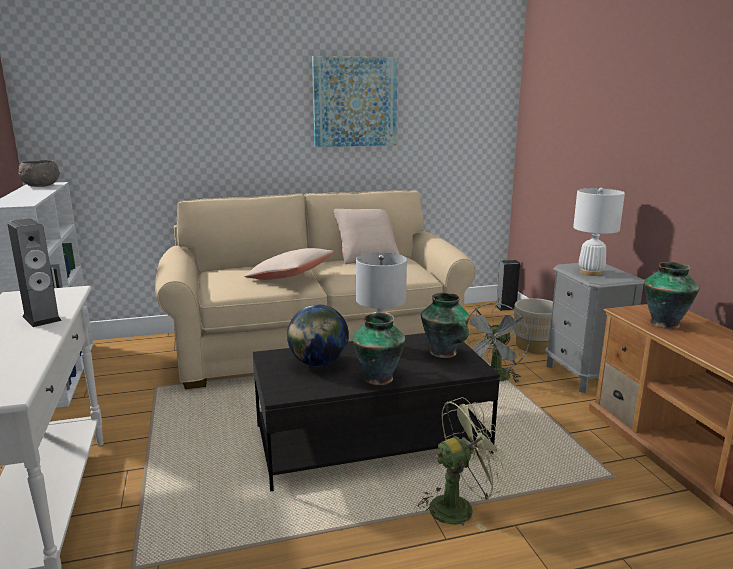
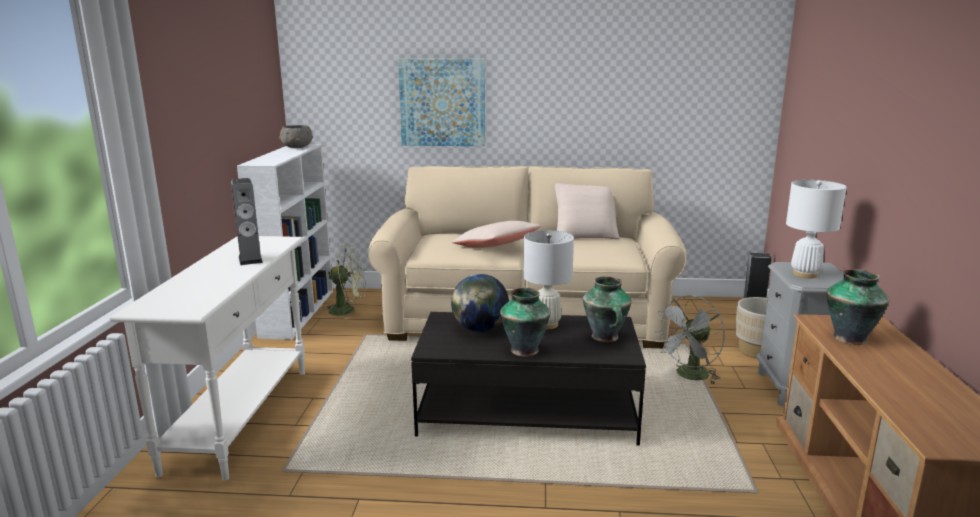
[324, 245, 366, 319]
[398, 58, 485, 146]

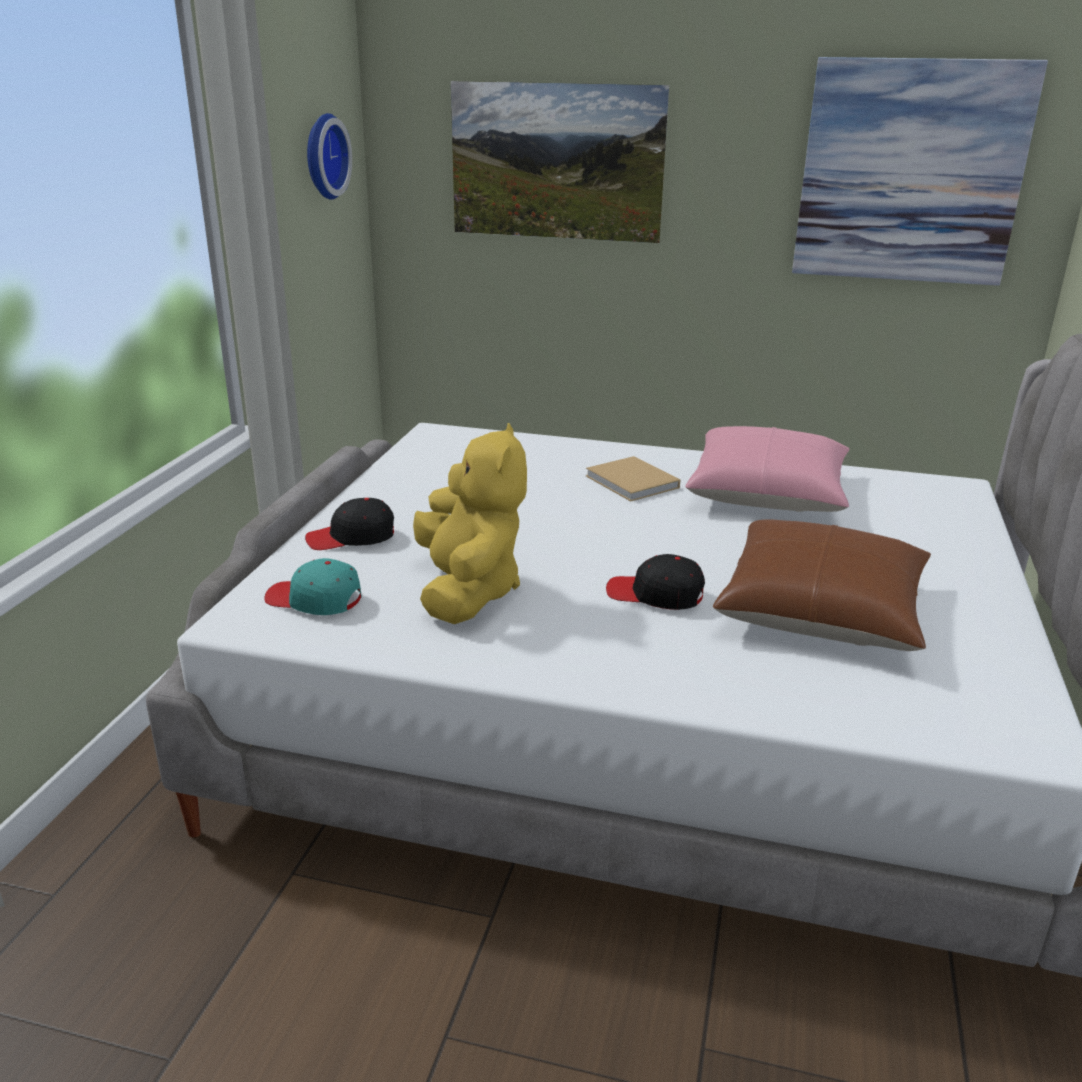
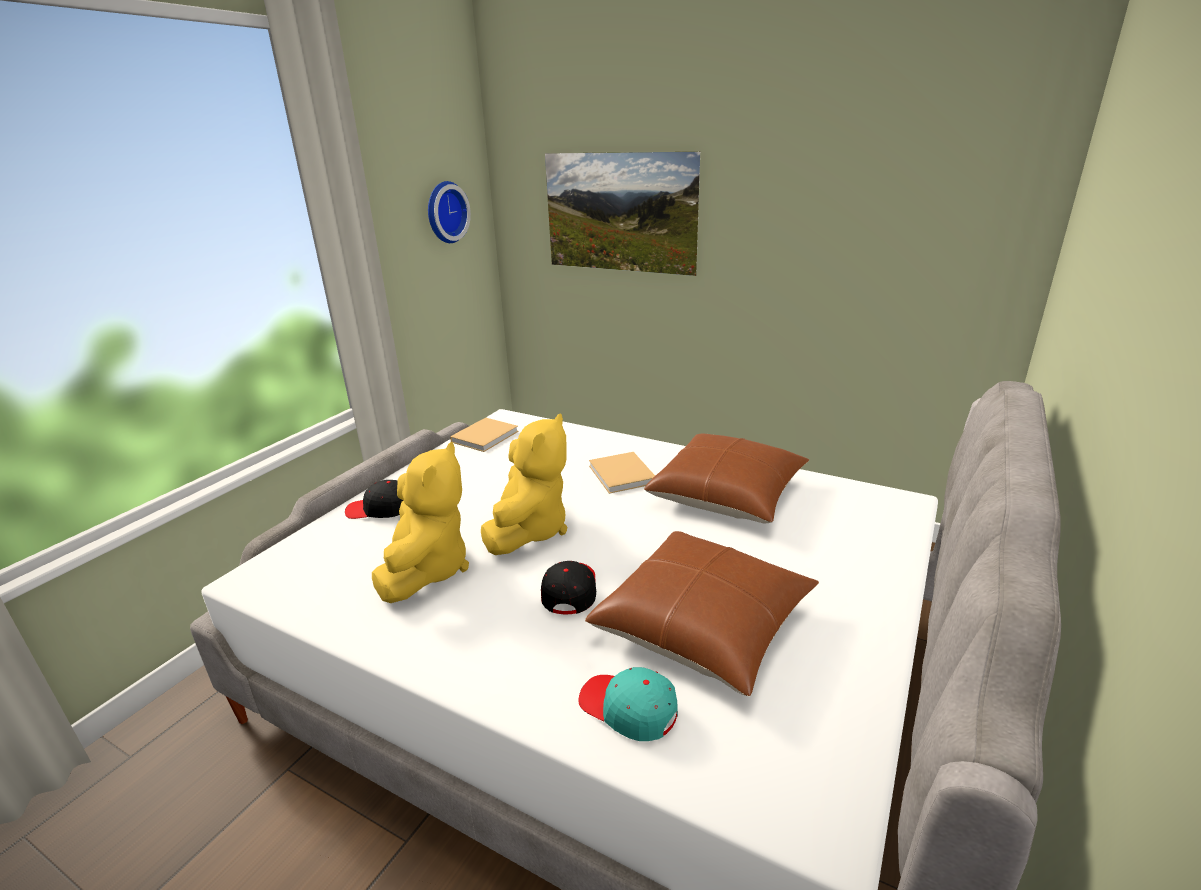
[450, 418, 519, 452]
[481, 414, 567, 555]
[541, 561, 596, 614]
[579, 667, 678, 741]
[644, 433, 809, 523]
[792, 57, 1048, 286] (first image)

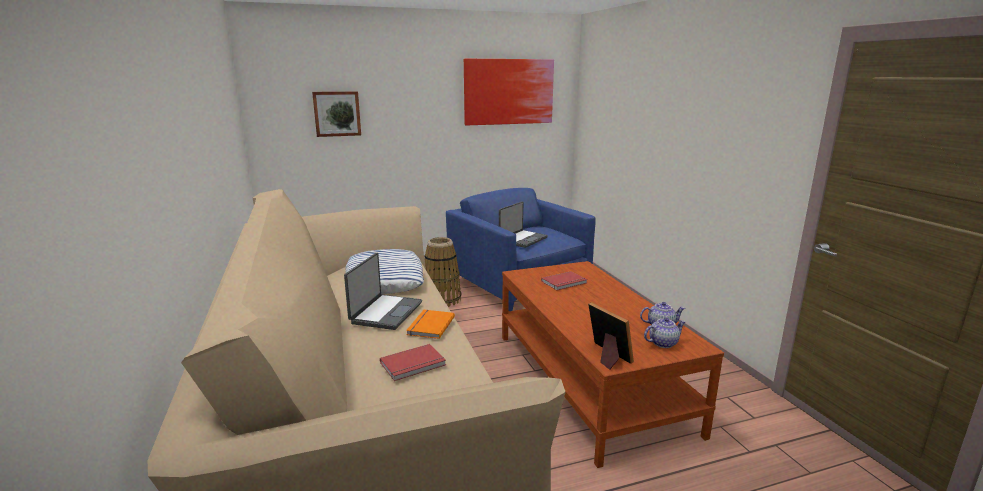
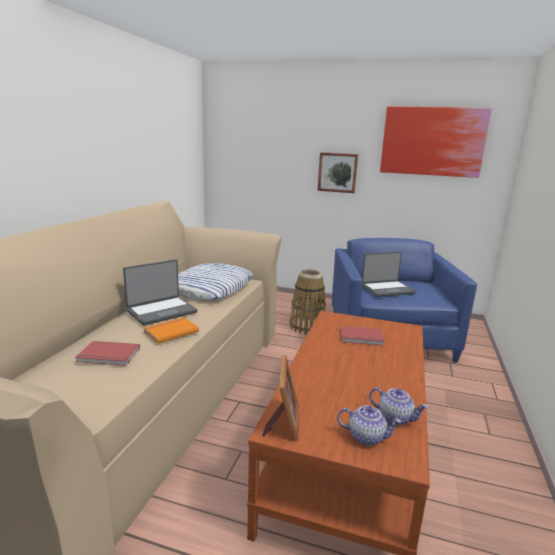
[318, 152, 358, 193]

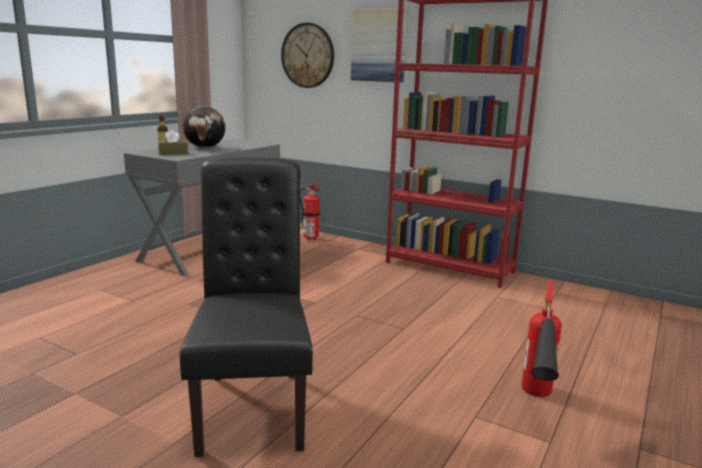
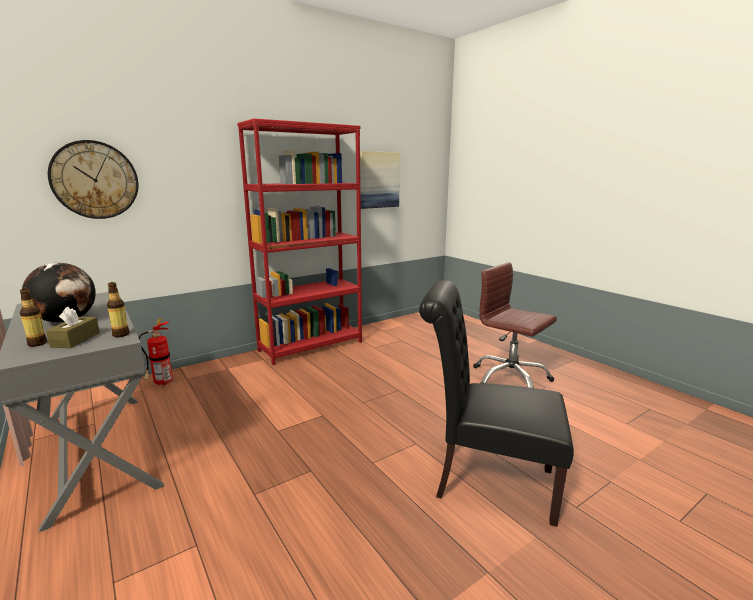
[107, 282, 129, 337]
[360, 151, 400, 209]
[473, 262, 557, 388]

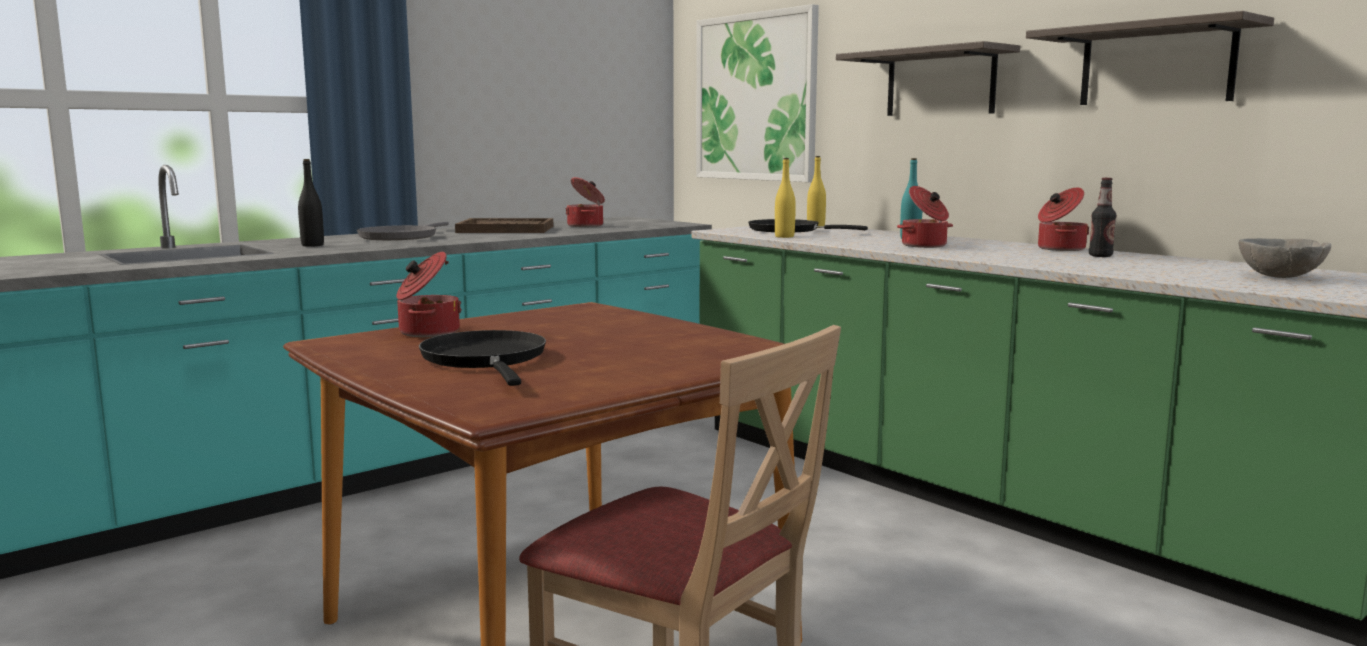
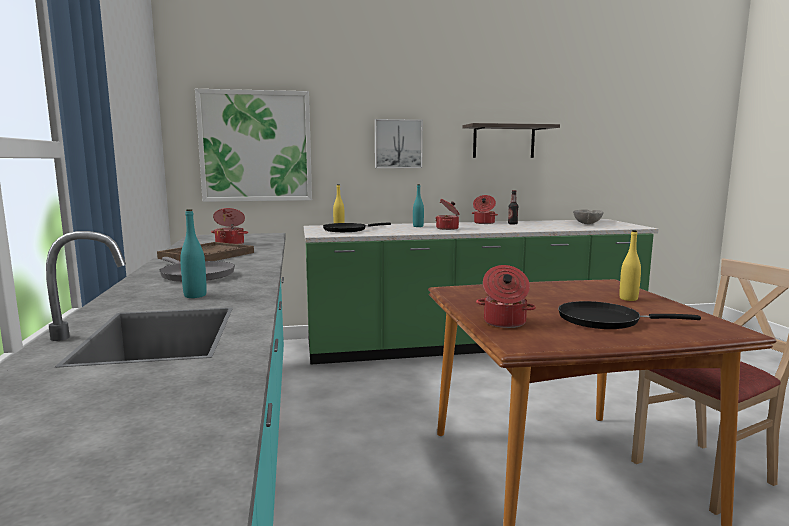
[180, 209, 207, 298]
[375, 119, 423, 168]
[619, 230, 641, 301]

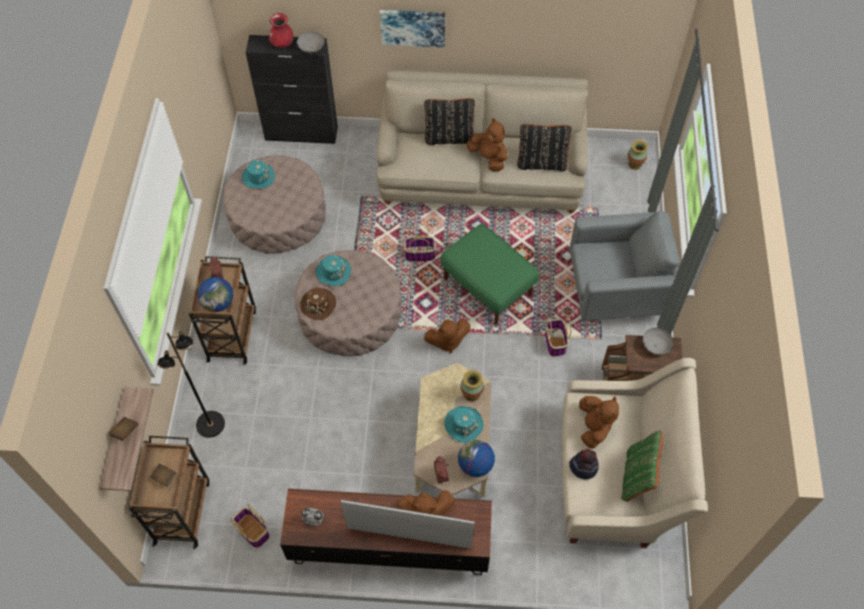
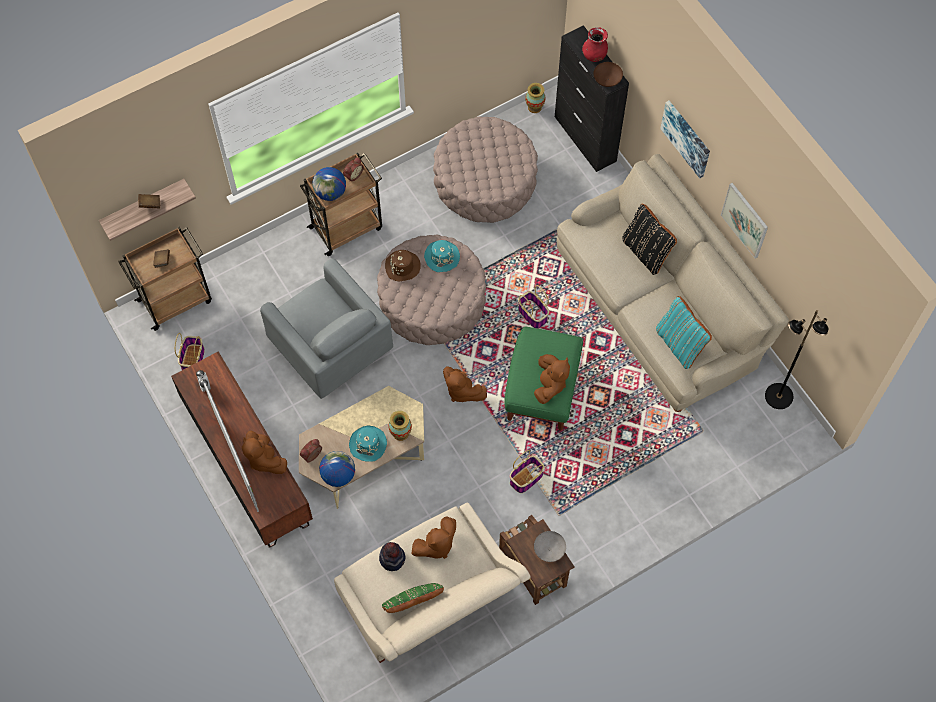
[260, 258, 393, 399]
[525, 83, 546, 113]
[534, 354, 570, 404]
[593, 62, 623, 87]
[656, 296, 712, 369]
[721, 183, 768, 259]
[765, 310, 828, 409]
[242, 160, 275, 188] (first image)

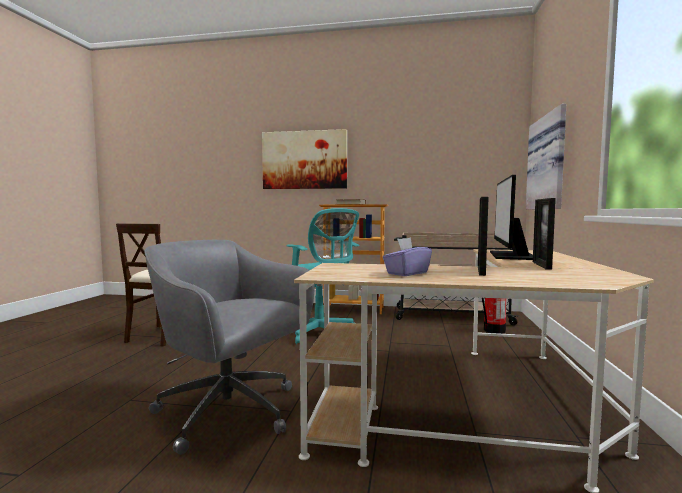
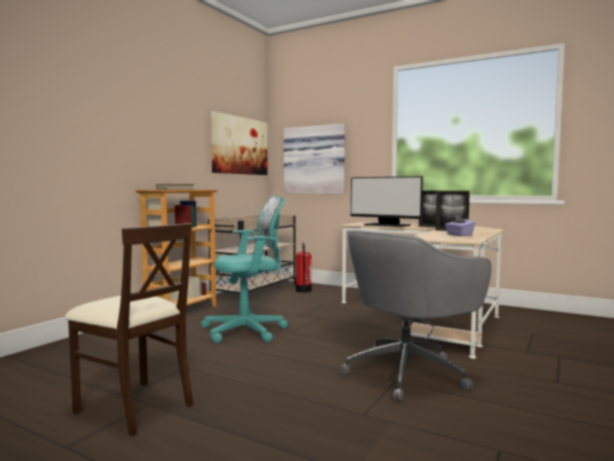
[211, 111, 267, 175]

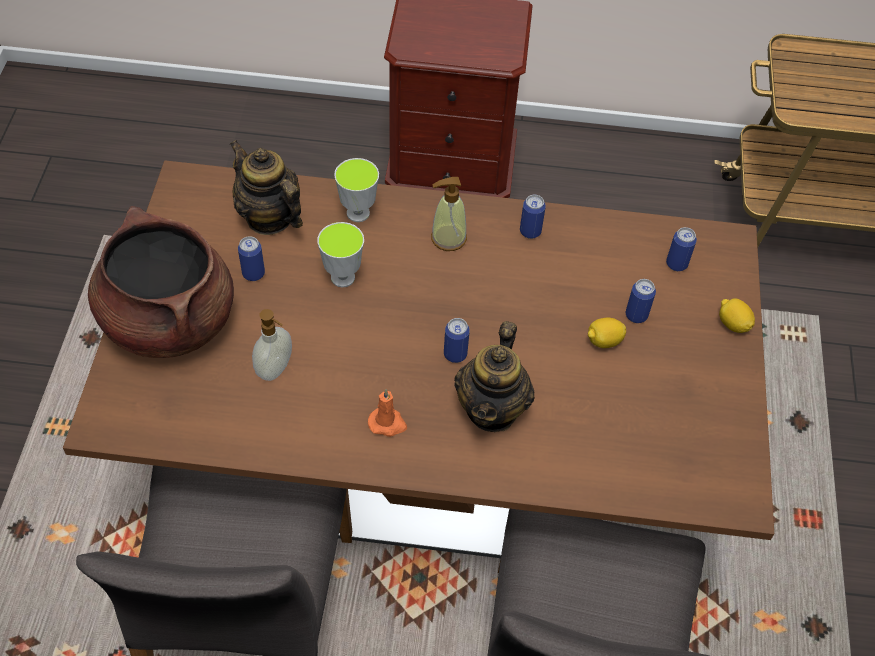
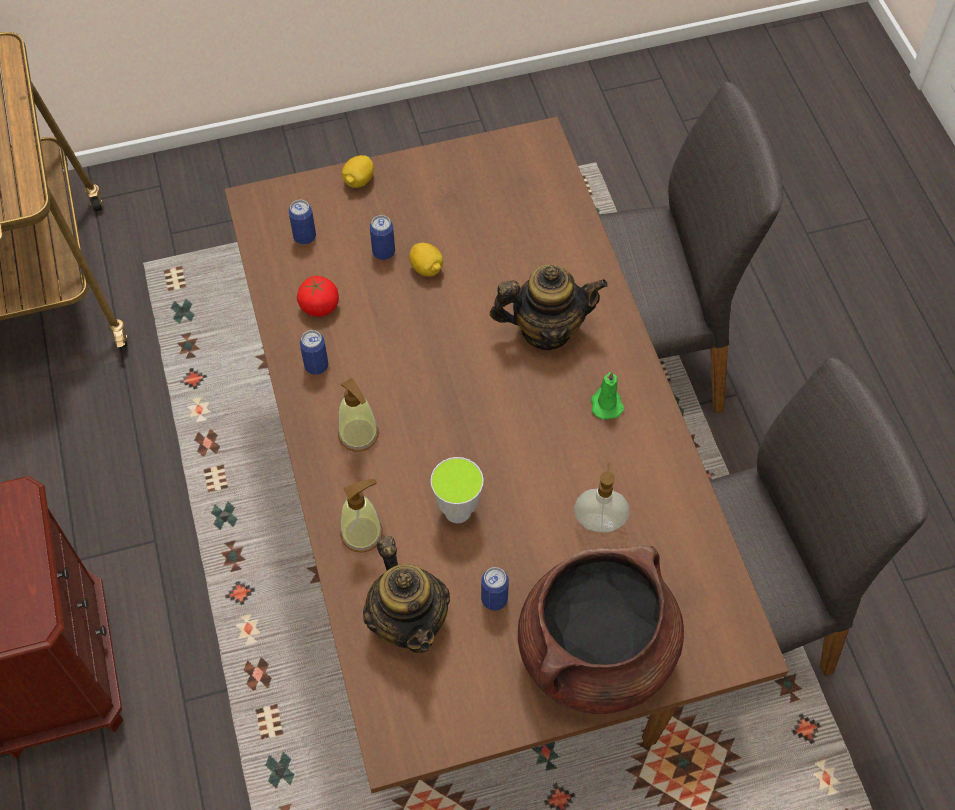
[297, 276, 339, 317]
[340, 479, 383, 553]
[363, 536, 450, 653]
[591, 372, 624, 419]
[444, 318, 470, 363] (first image)

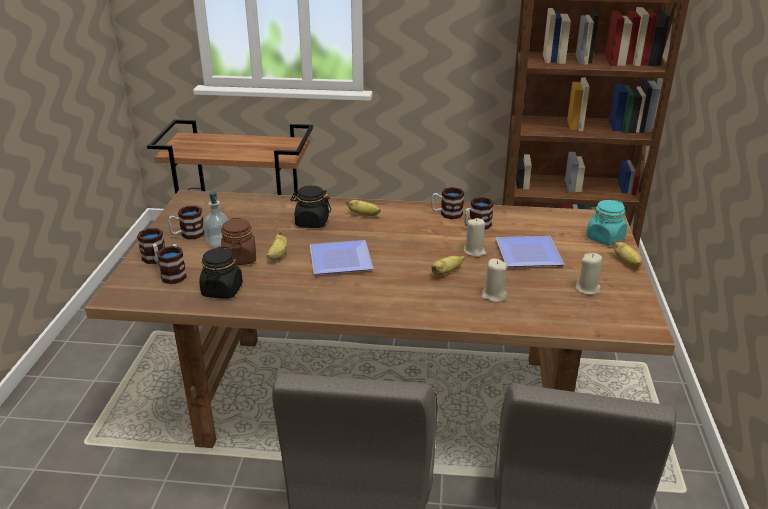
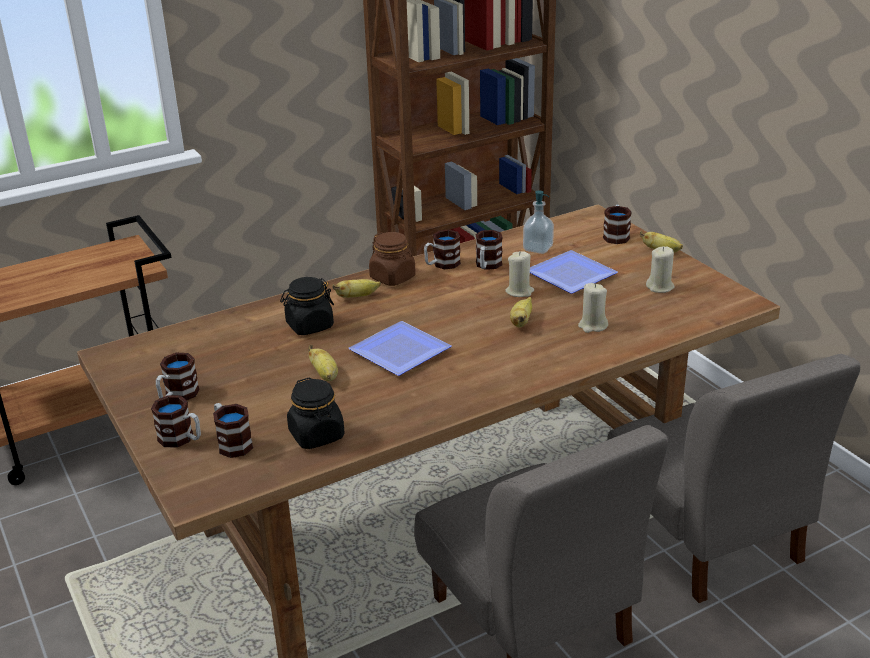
[369, 232, 416, 286]
[523, 190, 554, 254]
[603, 205, 632, 244]

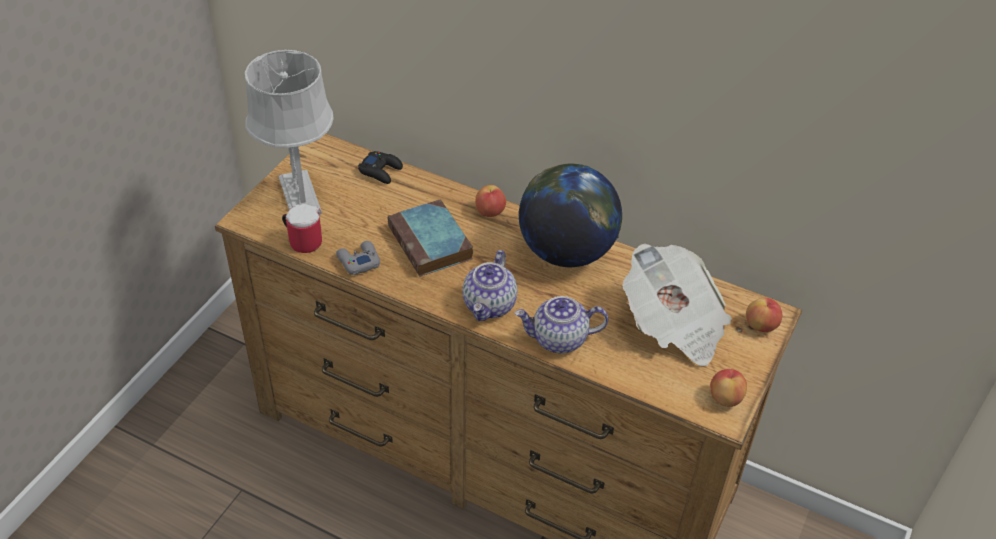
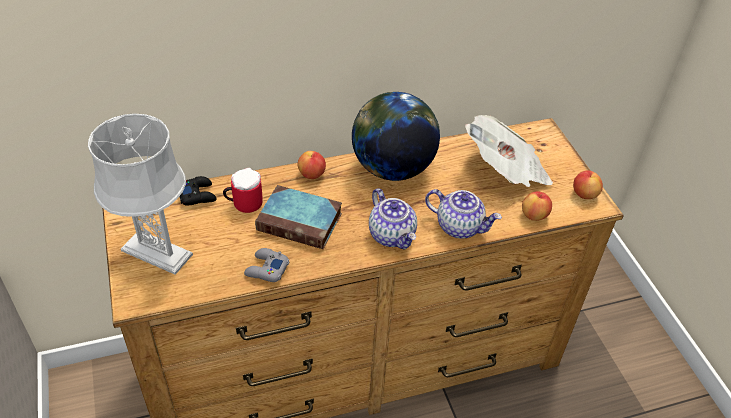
[223, 168, 263, 213]
[425, 189, 502, 238]
[522, 191, 552, 221]

